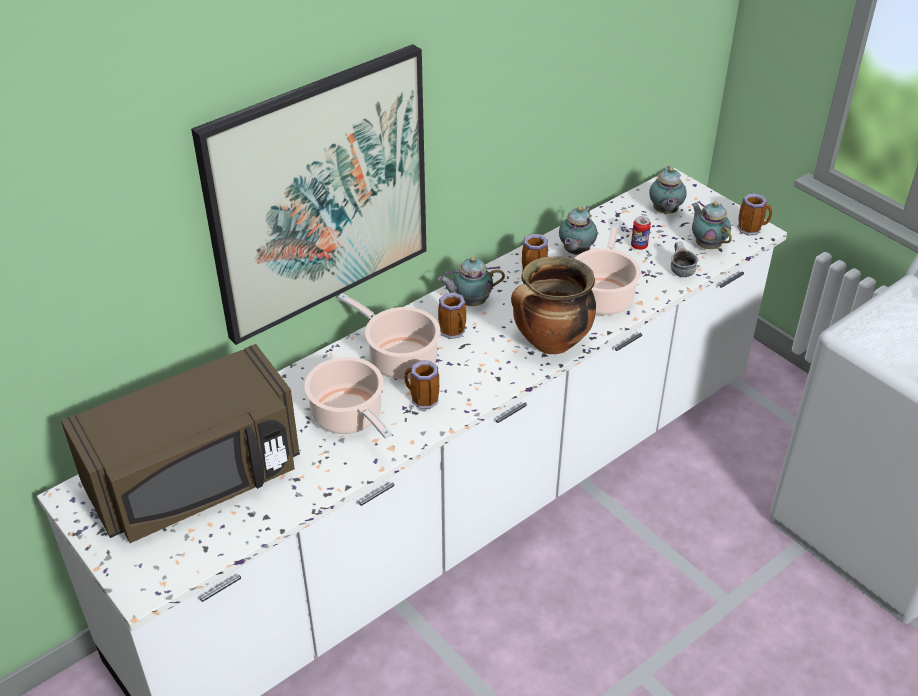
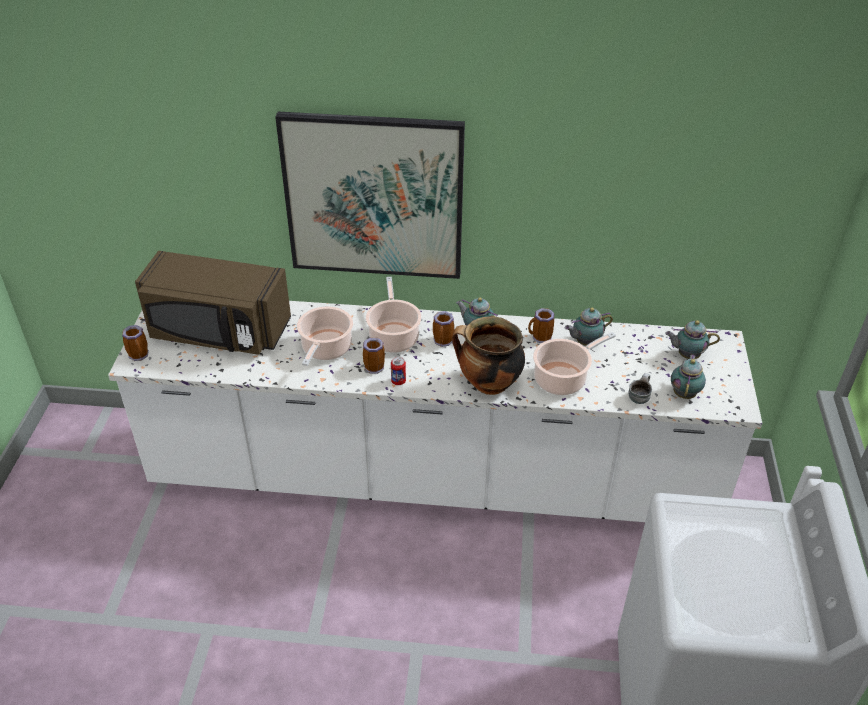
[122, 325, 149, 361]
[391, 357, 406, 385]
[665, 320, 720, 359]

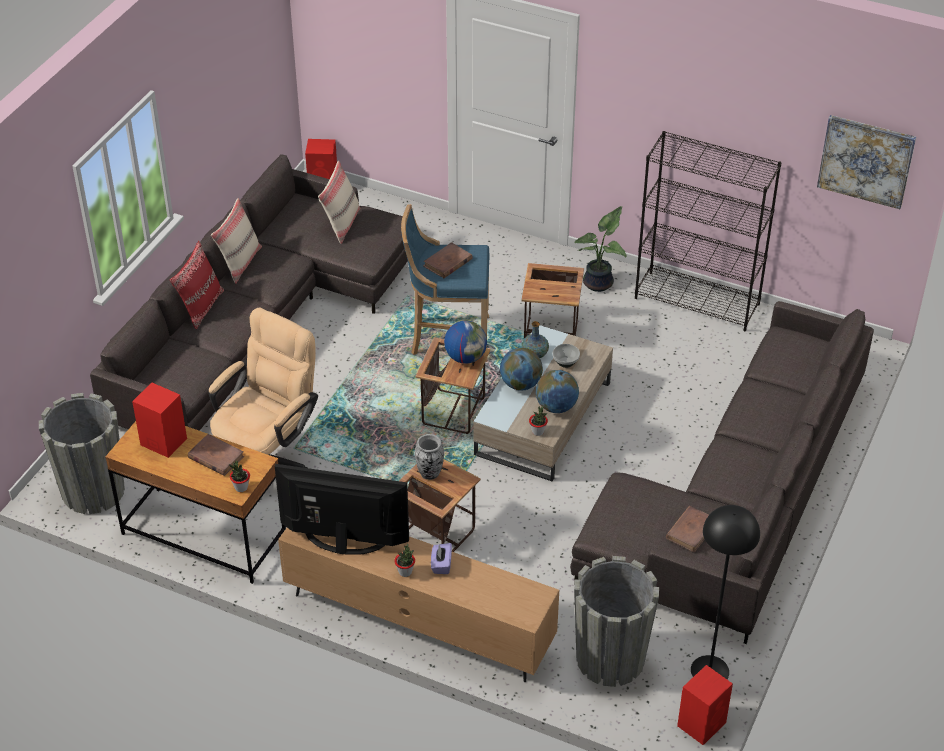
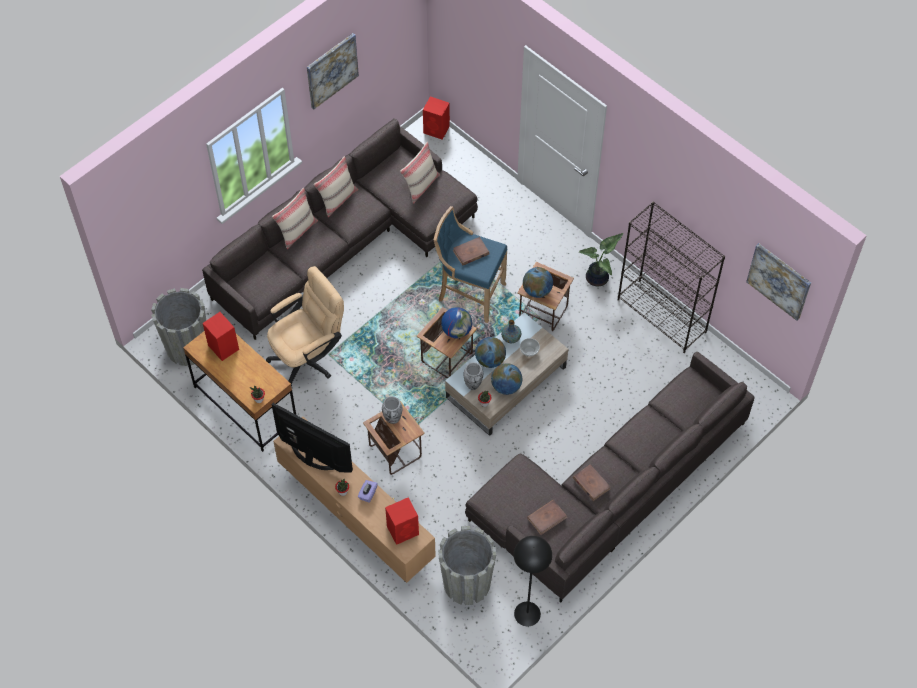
[272, 188, 318, 249]
[307, 33, 359, 109]
[385, 497, 419, 545]
[463, 362, 483, 390]
[523, 267, 553, 298]
[573, 464, 611, 501]

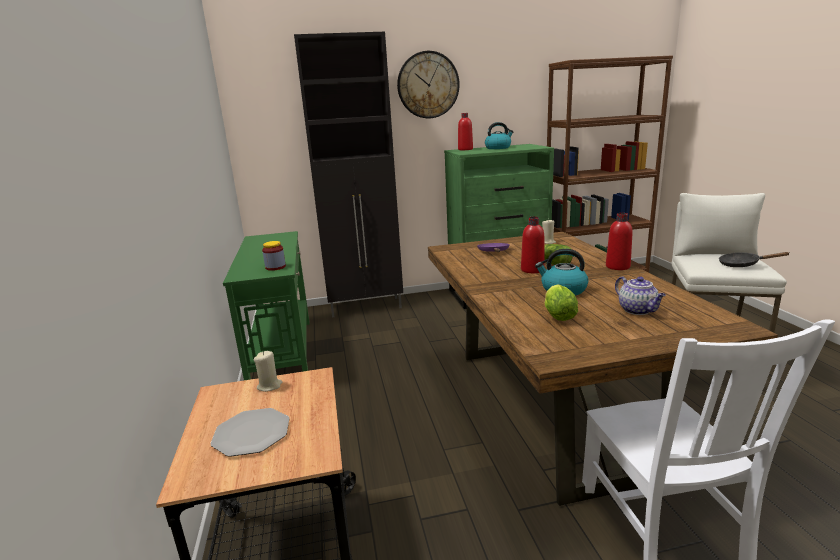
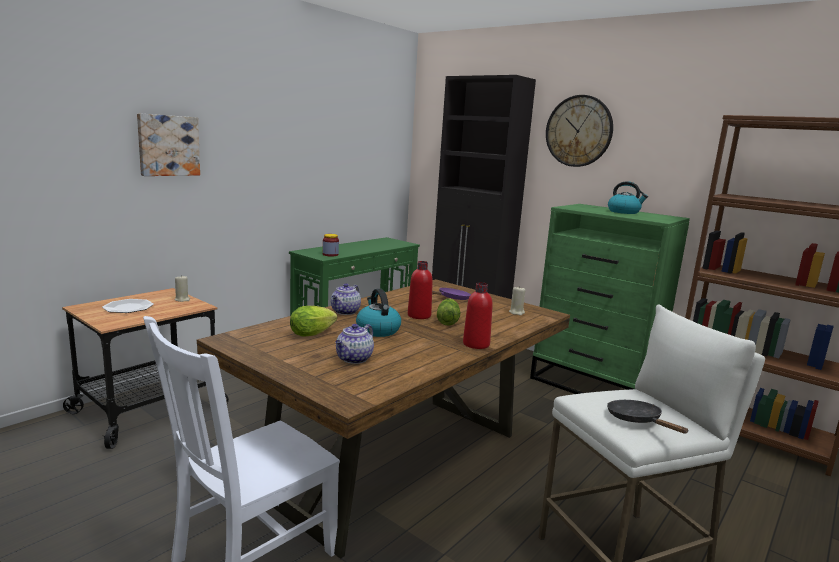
[137, 113, 200, 176]
[331, 283, 361, 315]
[458, 113, 473, 150] (first image)

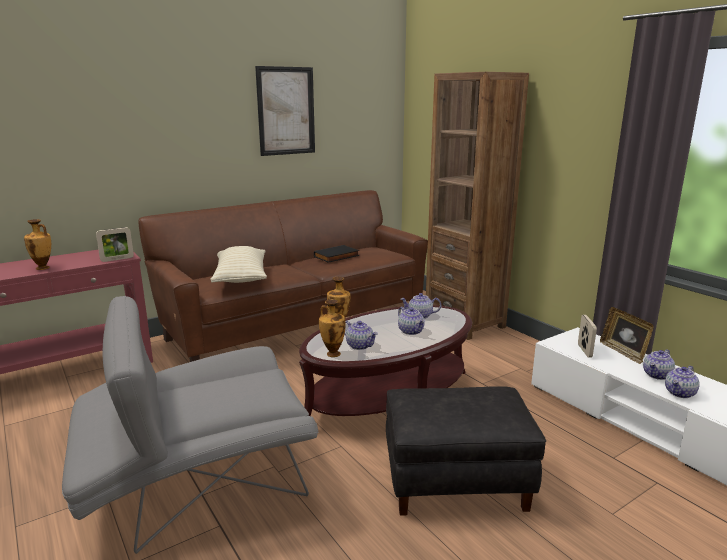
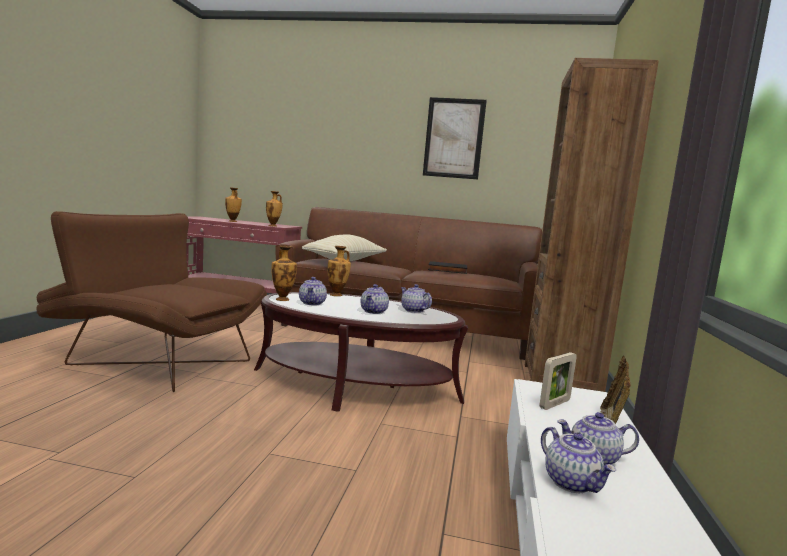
[37, 211, 267, 392]
[266, 191, 283, 227]
[541, 427, 616, 493]
[386, 386, 546, 516] (first image)

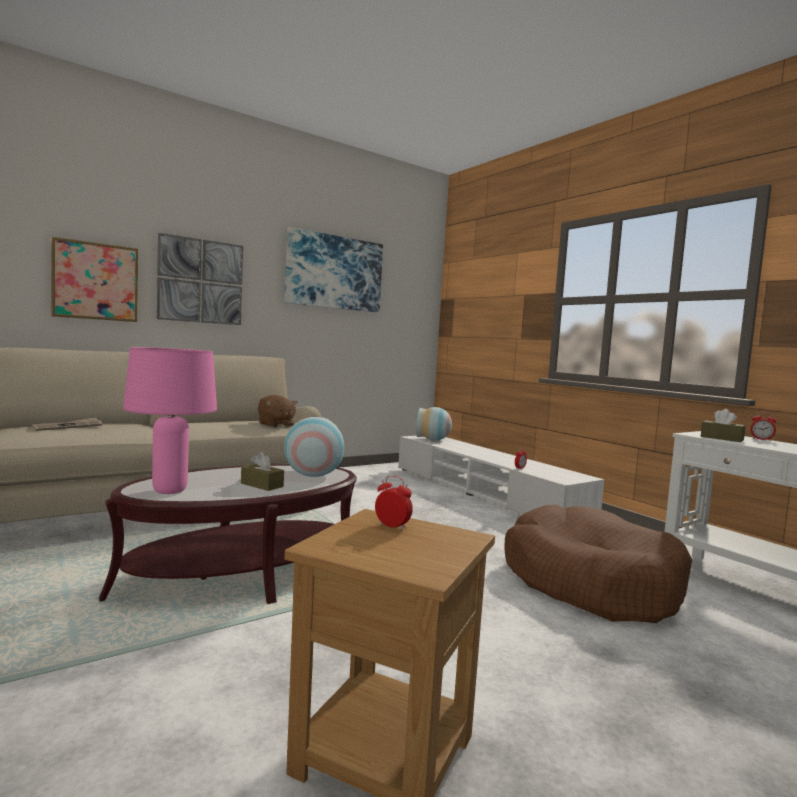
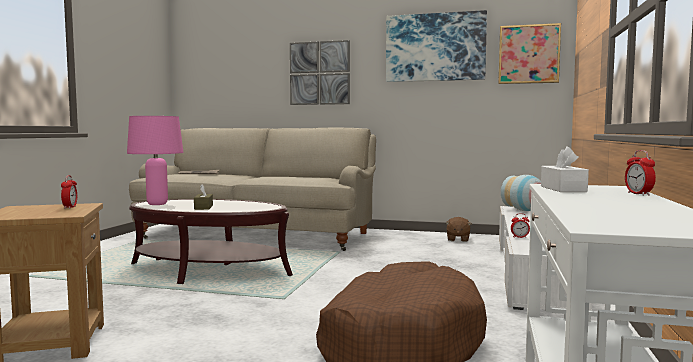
[445, 217, 472, 242]
[498, 23, 561, 84]
[541, 146, 589, 192]
[284, 417, 344, 477] (first image)

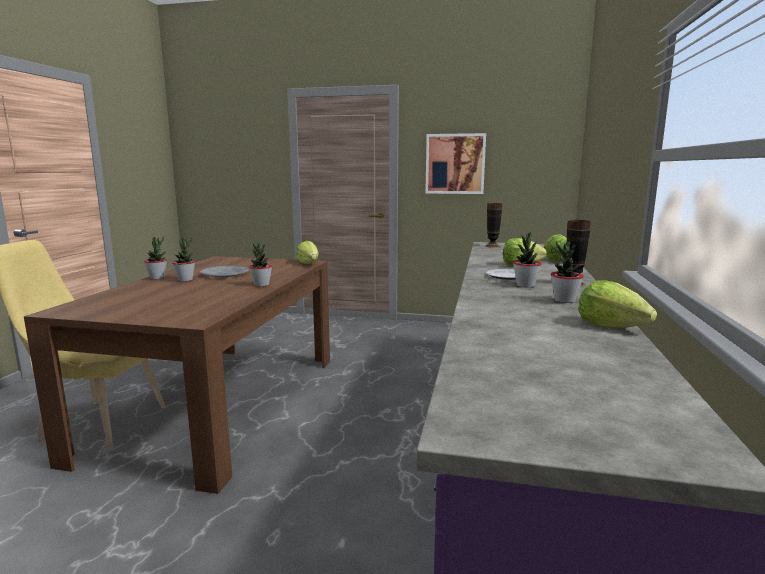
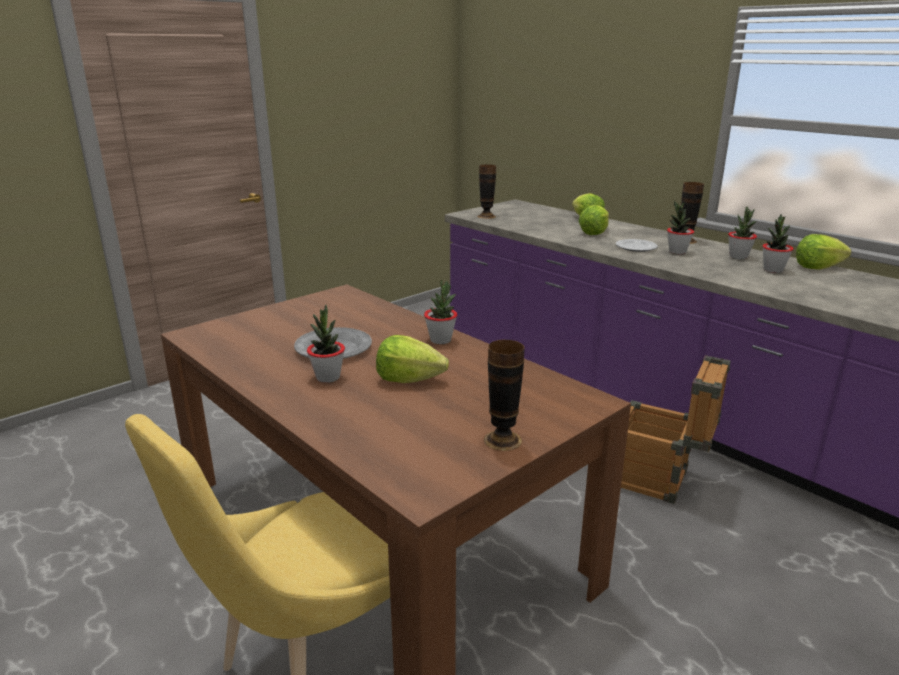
[376, 335, 449, 383]
[484, 340, 525, 451]
[621, 355, 731, 504]
[762, 214, 794, 273]
[425, 133, 486, 194] (first image)

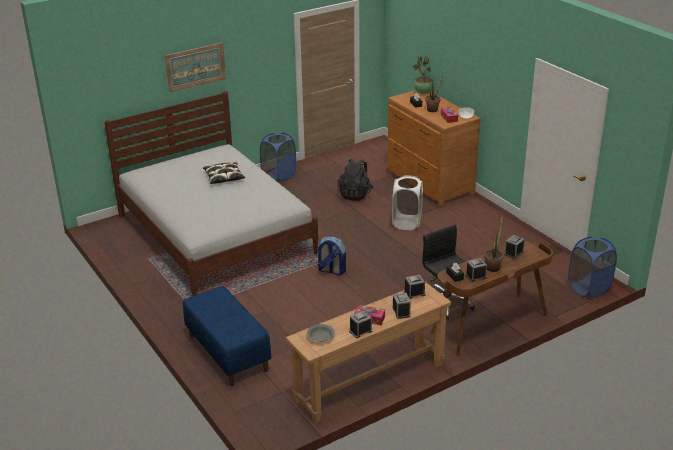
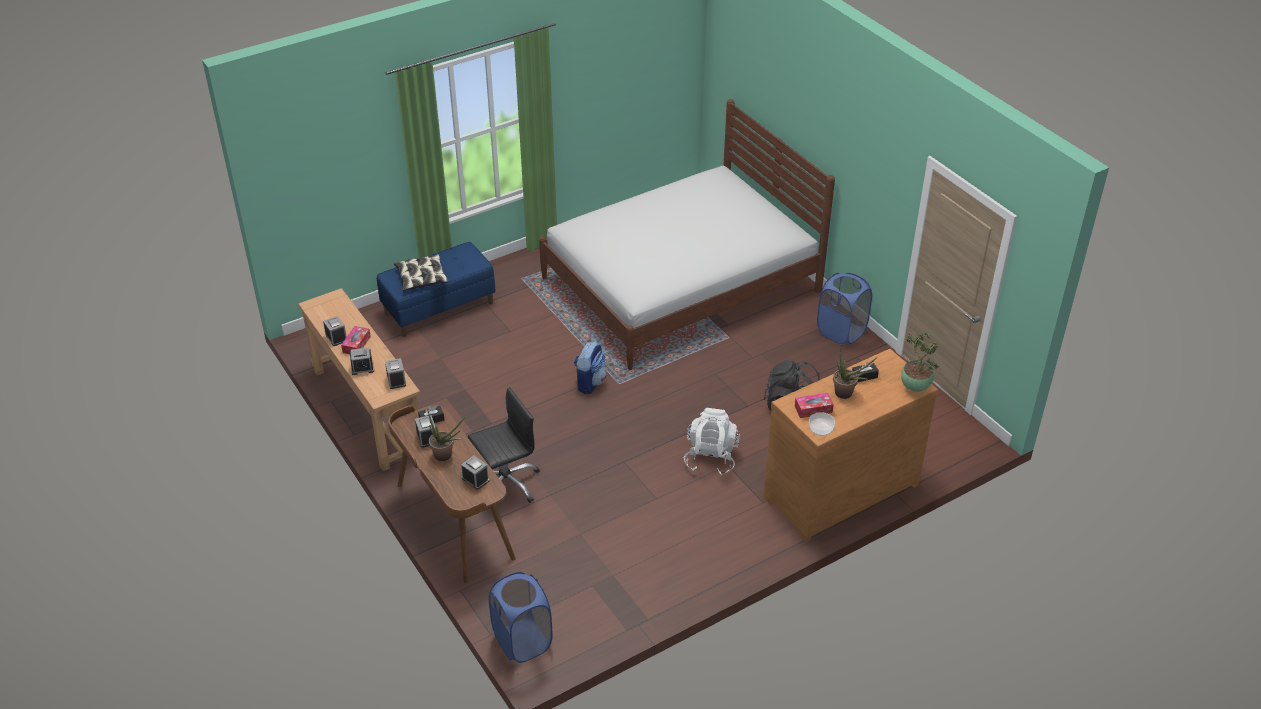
[394, 254, 449, 291]
[684, 408, 740, 475]
[165, 43, 226, 92] (first image)
[307, 324, 335, 342] (first image)

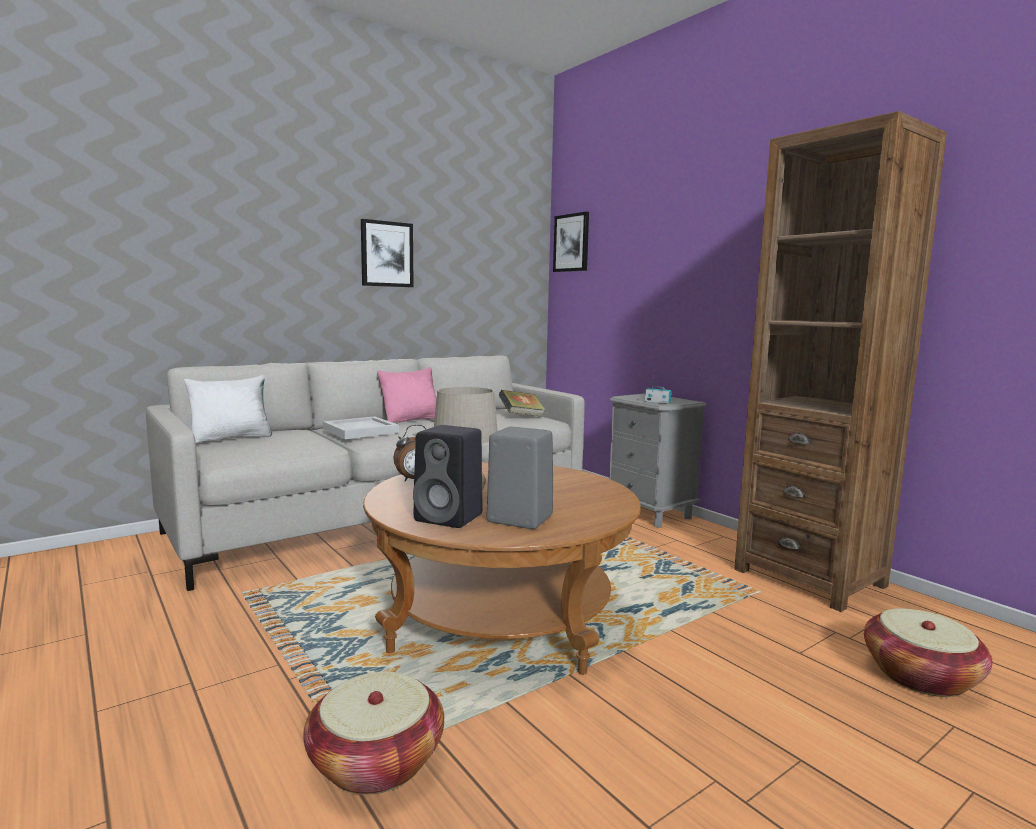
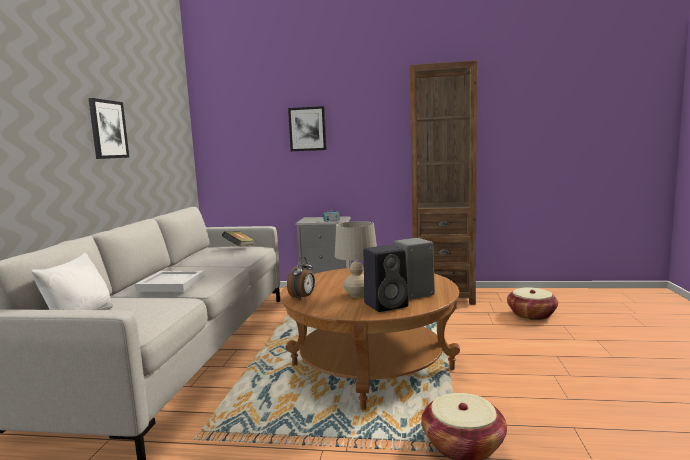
[288, 106, 327, 151]
[377, 367, 436, 423] (first image)

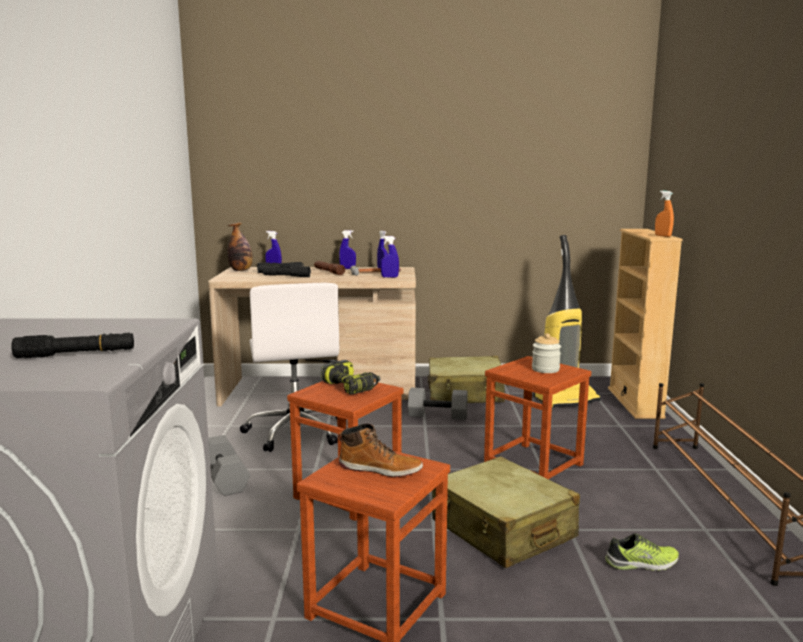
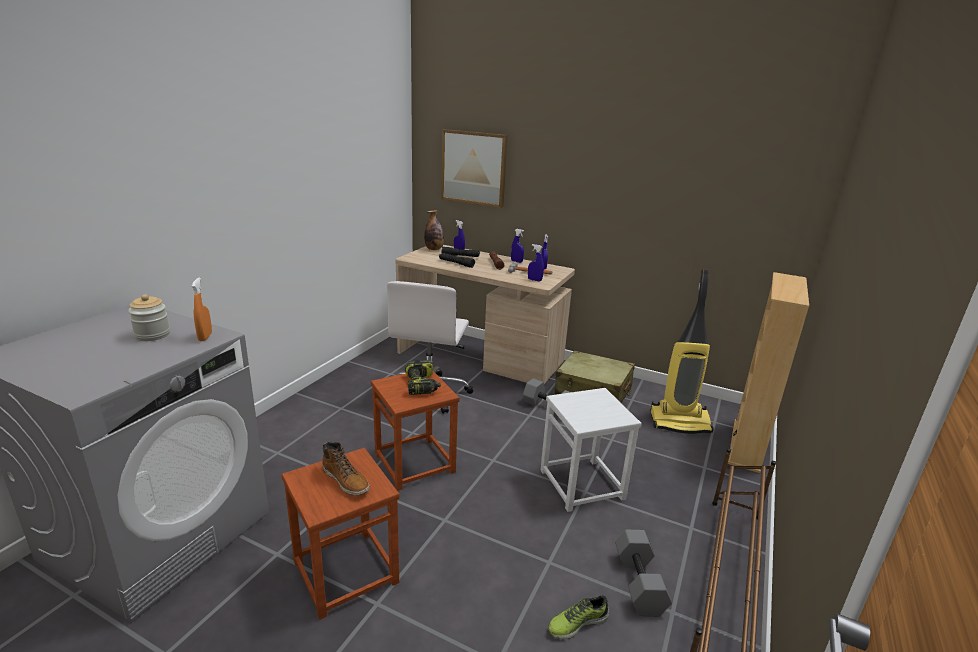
[128, 294, 170, 341]
[192, 277, 212, 341]
[441, 129, 507, 208]
[540, 388, 642, 512]
[548, 595, 609, 639]
[615, 530, 672, 616]
[12, 333, 134, 358] (first image)
[432, 456, 580, 568] (first image)

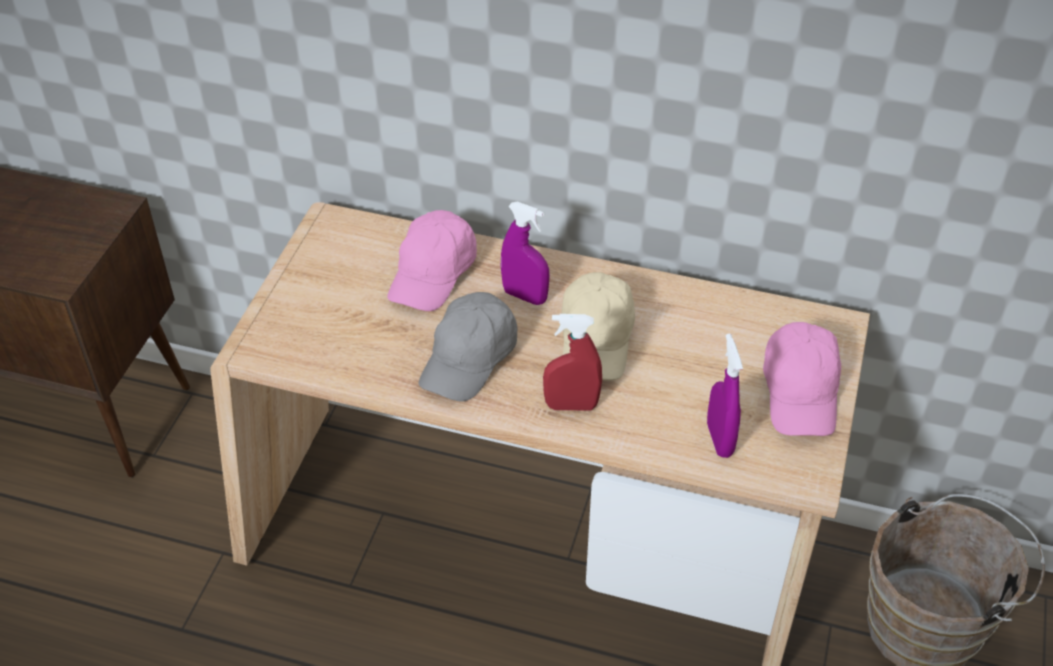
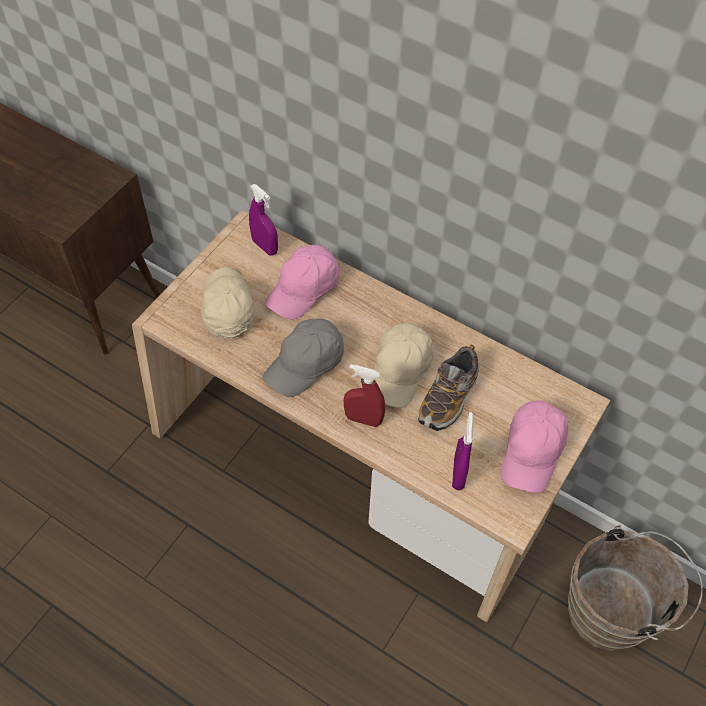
[201, 268, 254, 339]
[249, 184, 278, 255]
[418, 344, 479, 431]

